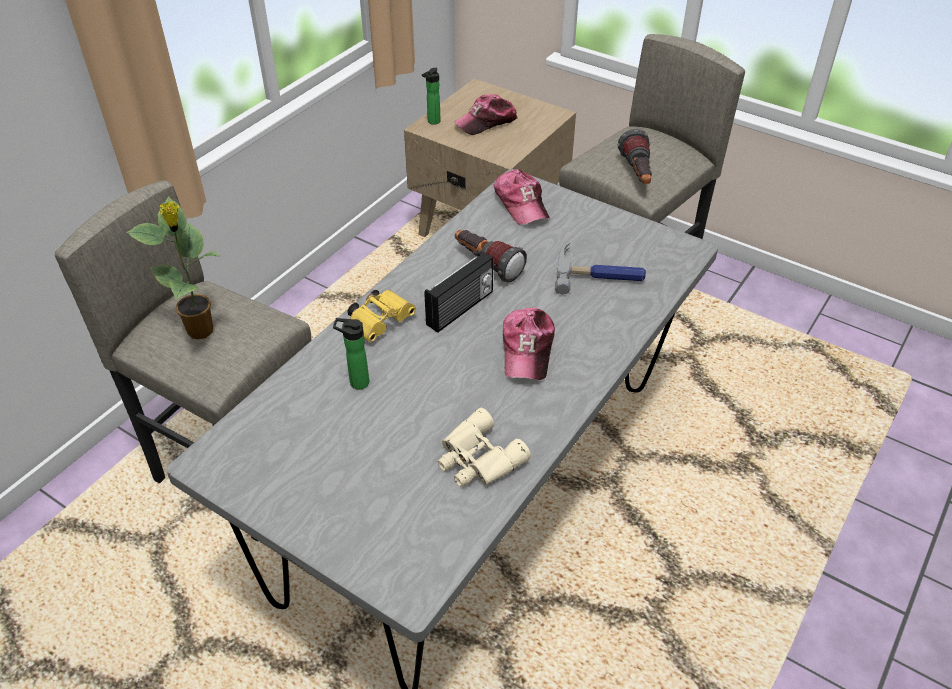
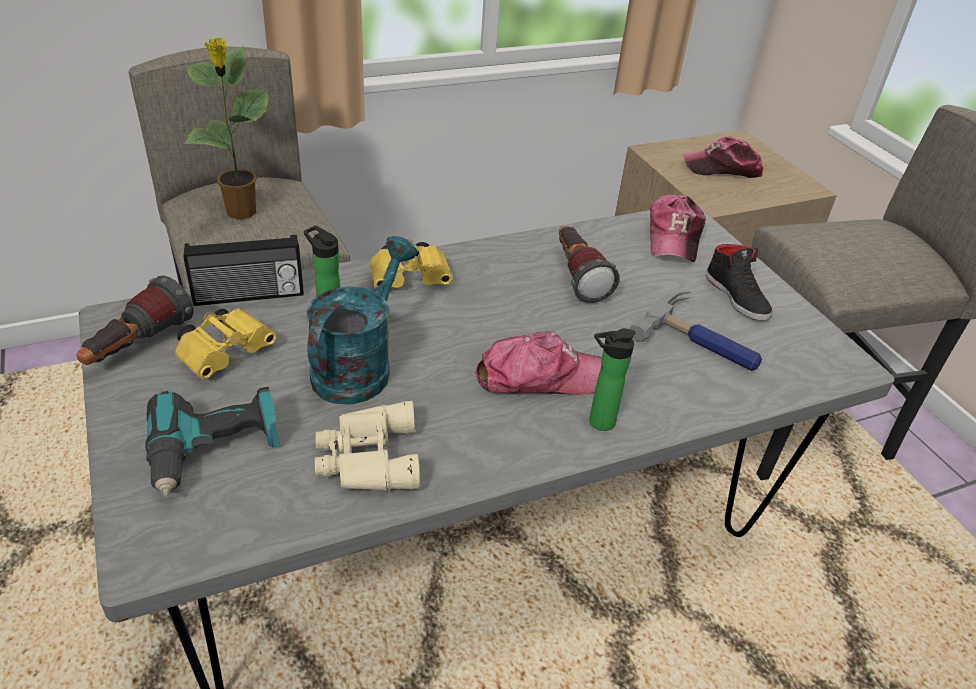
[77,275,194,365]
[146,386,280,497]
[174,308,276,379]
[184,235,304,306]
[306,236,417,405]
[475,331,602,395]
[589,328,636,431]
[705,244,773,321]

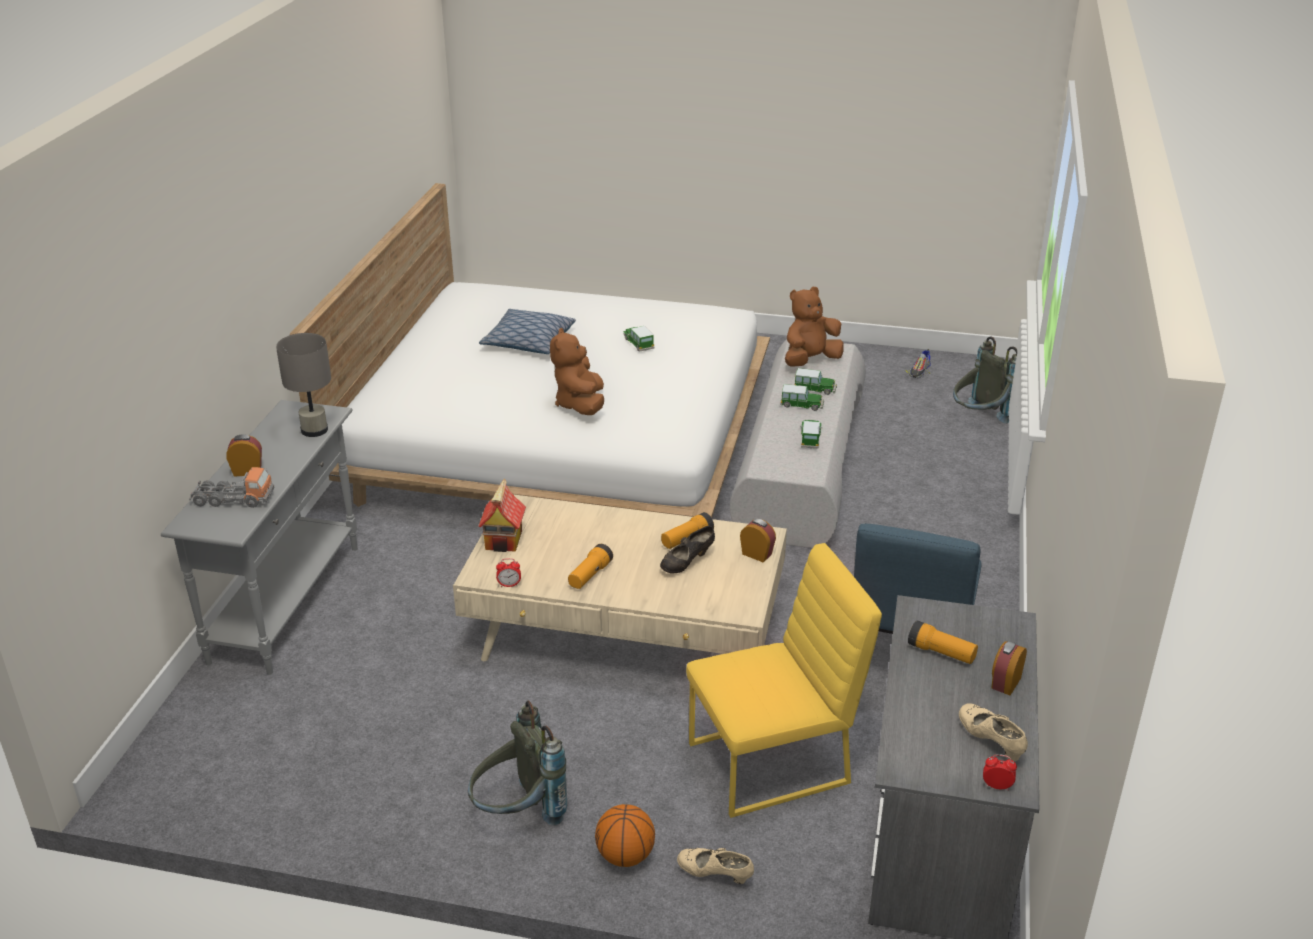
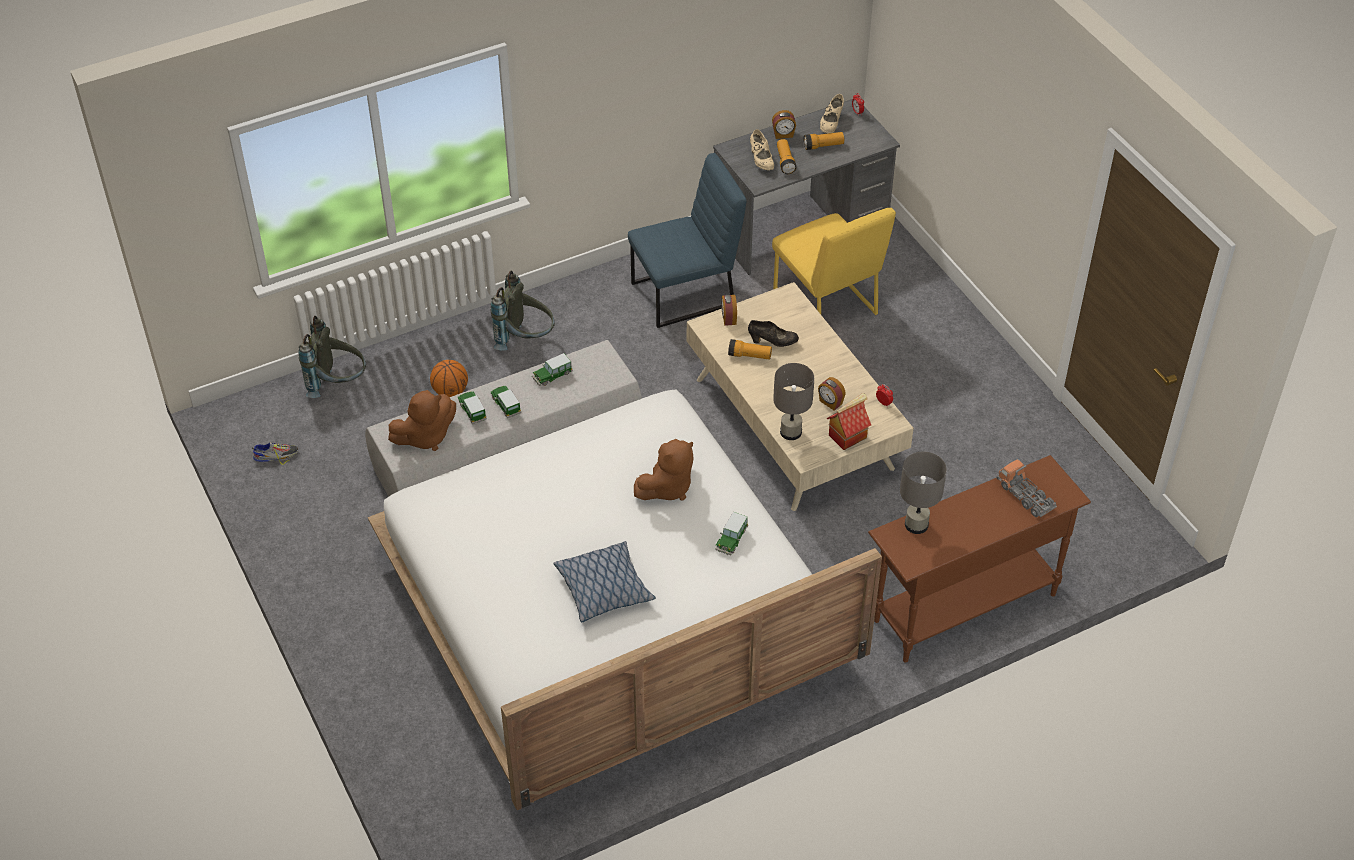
[388,390,456,451]
[430,360,468,397]
[491,271,555,351]
[715,512,748,556]
[750,129,774,170]
[772,208,896,315]
[774,363,814,440]
[804,132,844,150]
[818,377,846,410]
[868,455,1091,663]

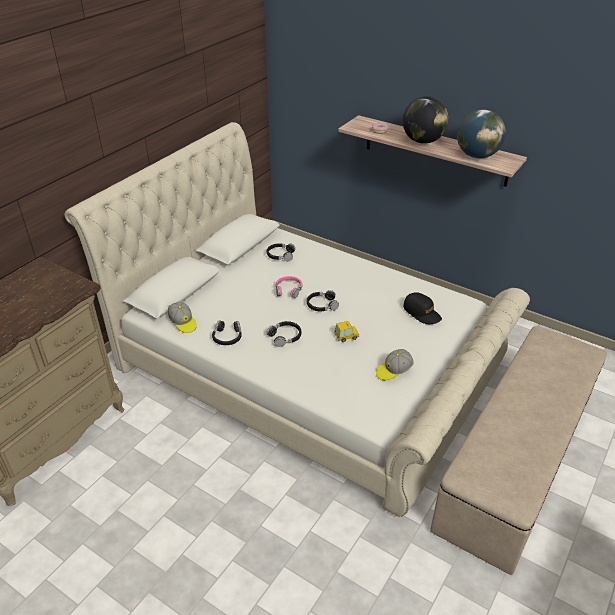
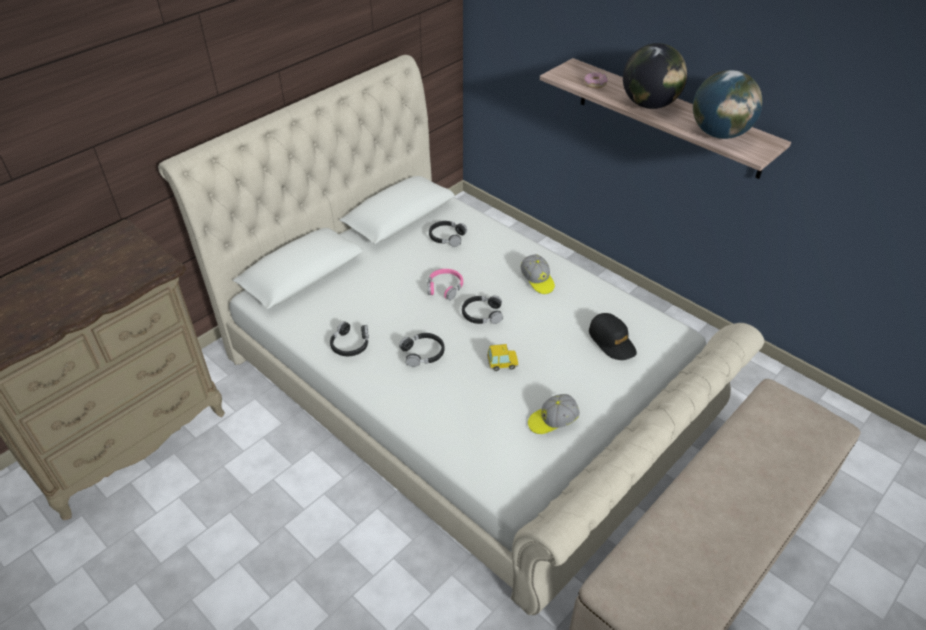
[520,254,555,294]

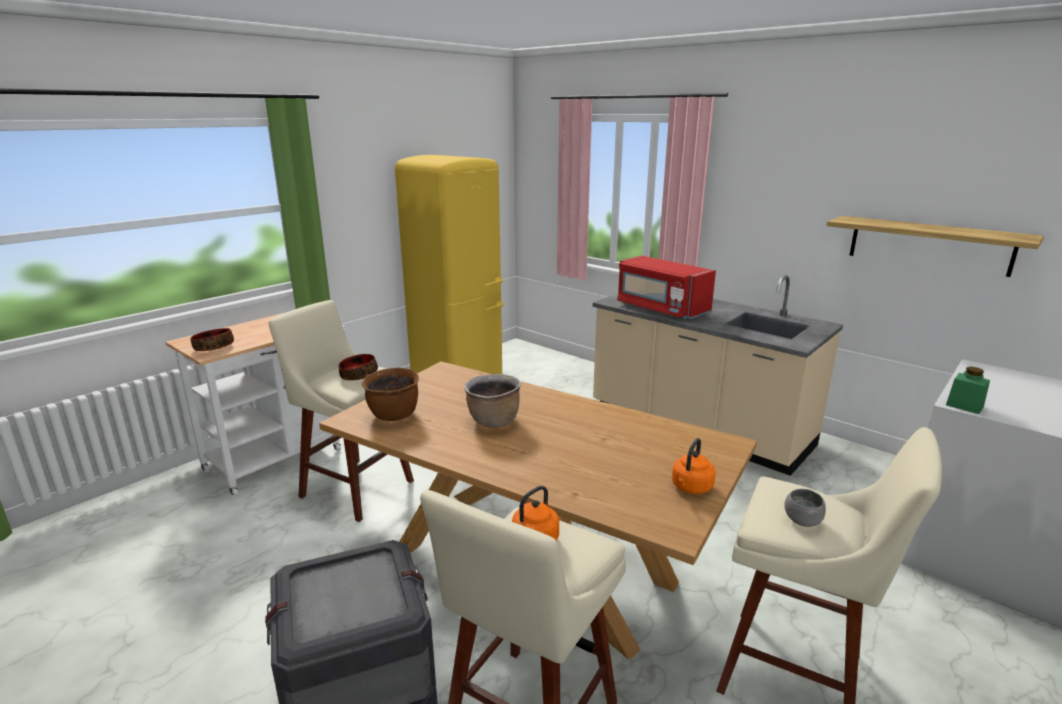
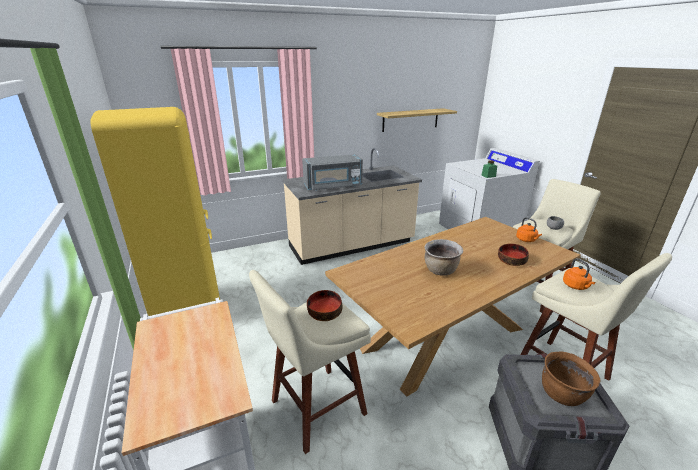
[302,154,363,191]
[498,244,529,266]
[542,352,601,406]

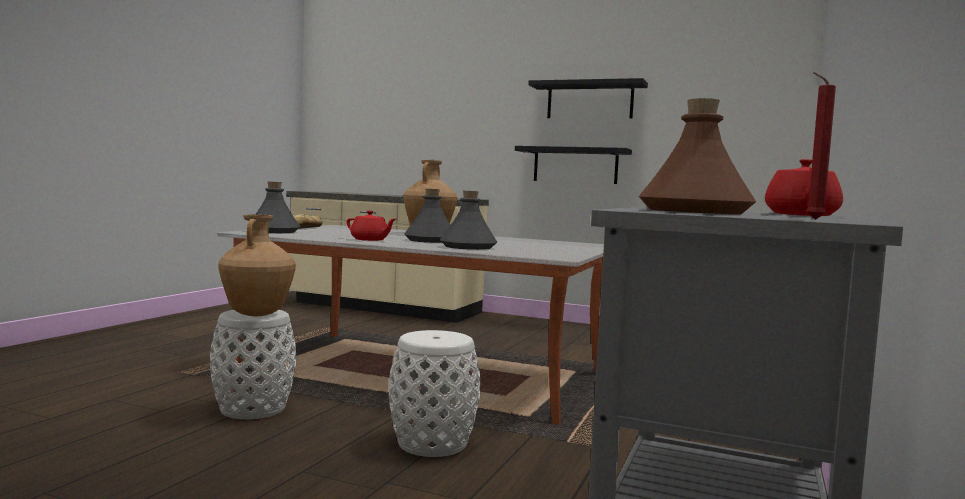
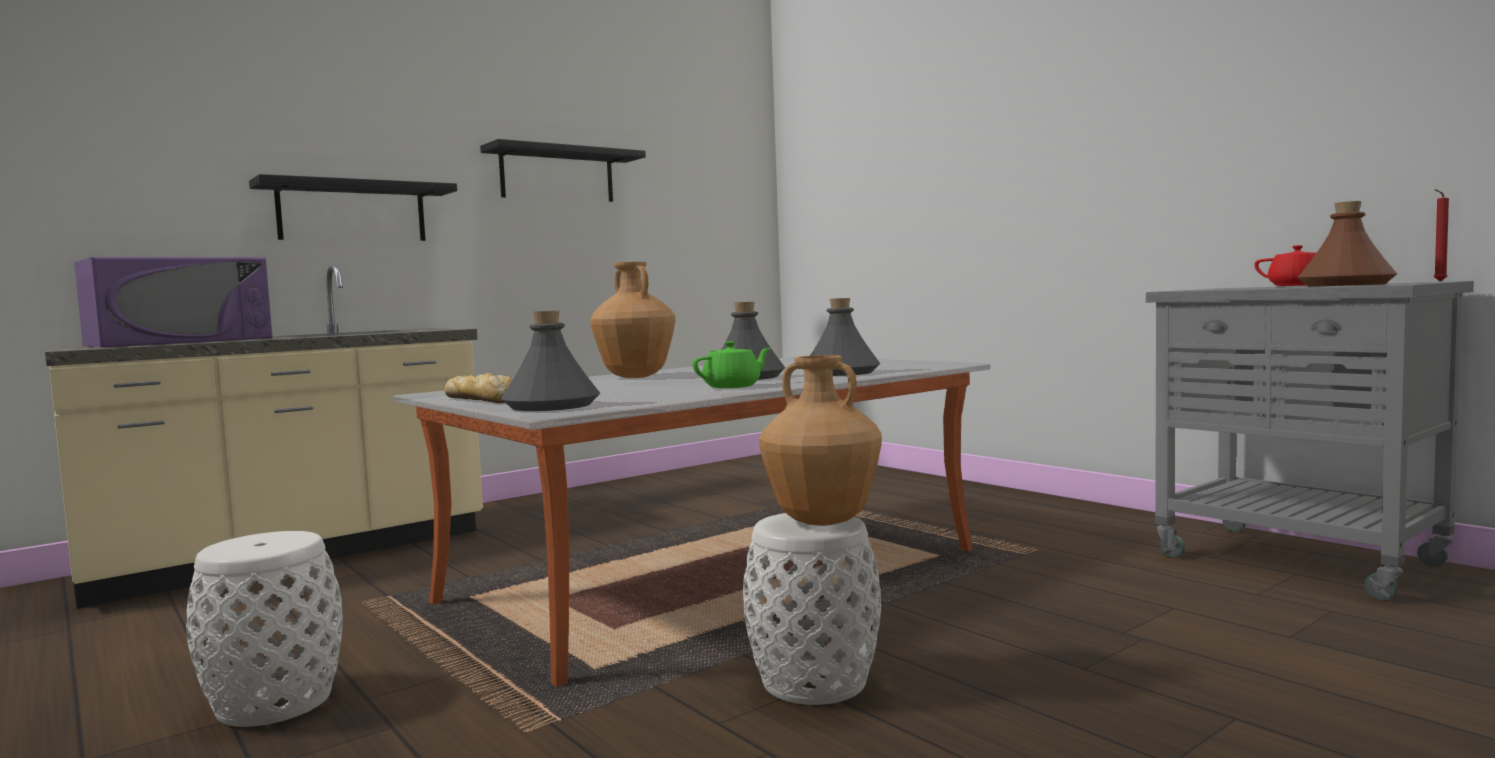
[74,257,273,348]
[186,531,343,727]
[249,174,457,241]
[693,341,771,388]

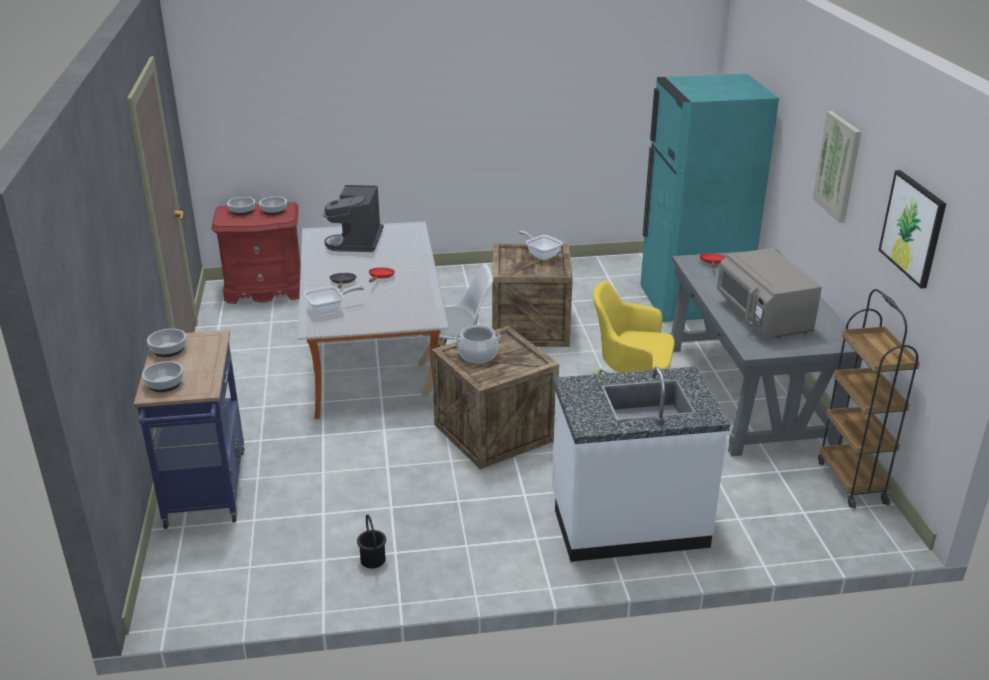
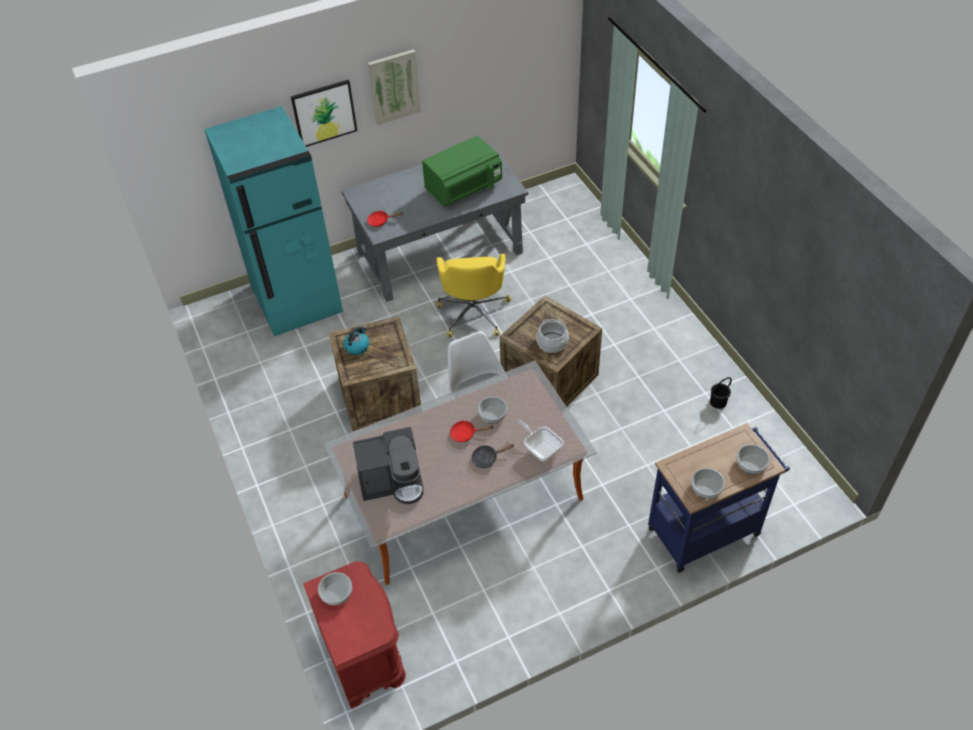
[291,80,357,147]
[343,326,369,355]
[422,136,502,207]
[478,396,508,424]
[552,367,730,562] (first image)
[818,289,920,509] (first image)

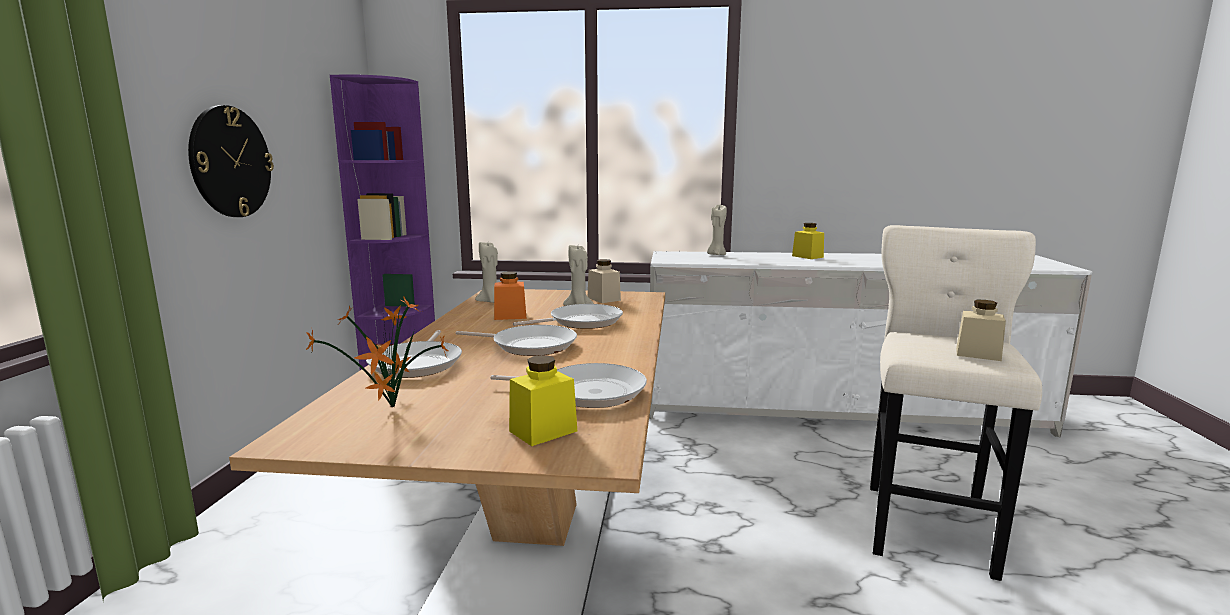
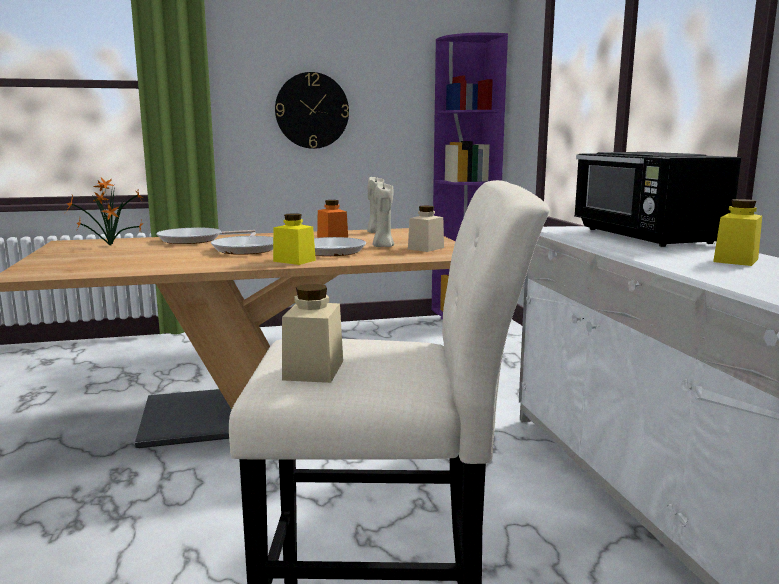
[273,213,316,265]
[574,152,741,247]
[491,363,647,408] (first image)

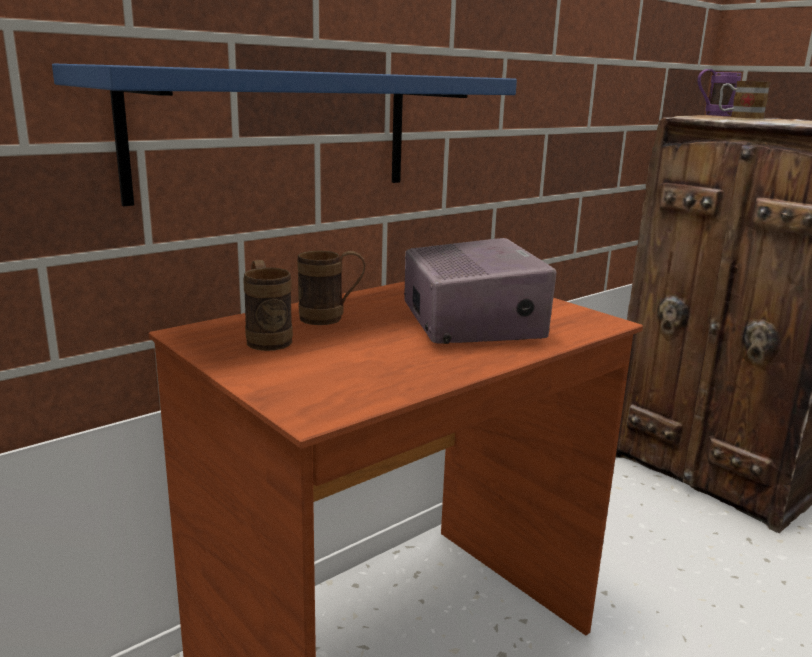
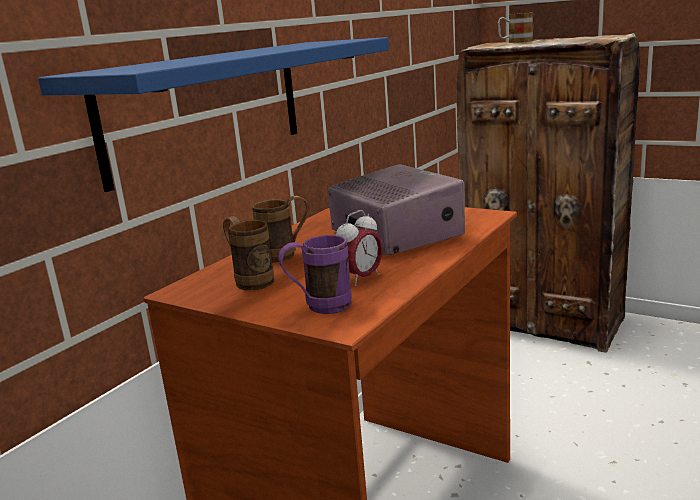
[278,235,352,314]
[336,210,383,286]

